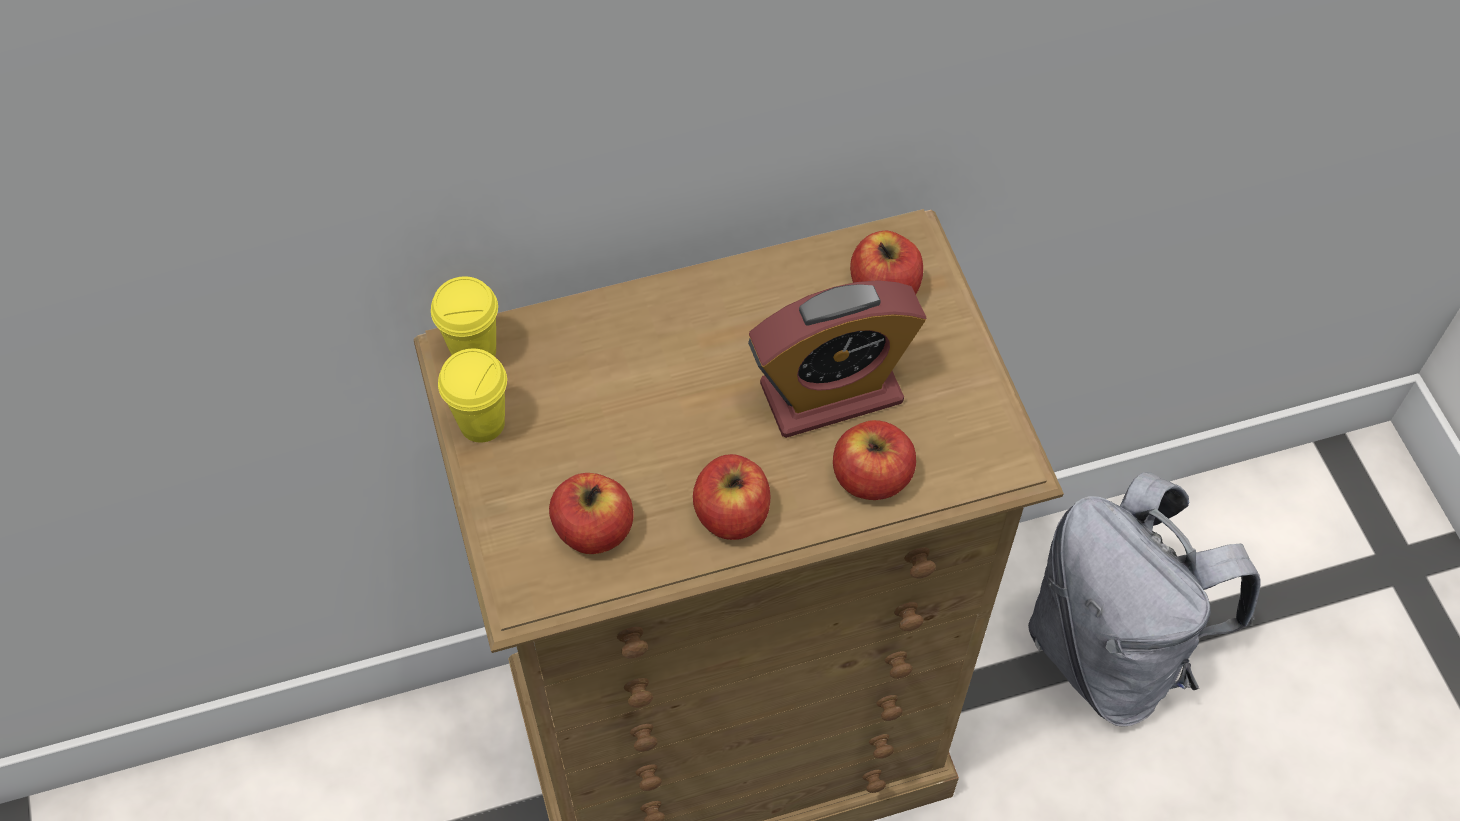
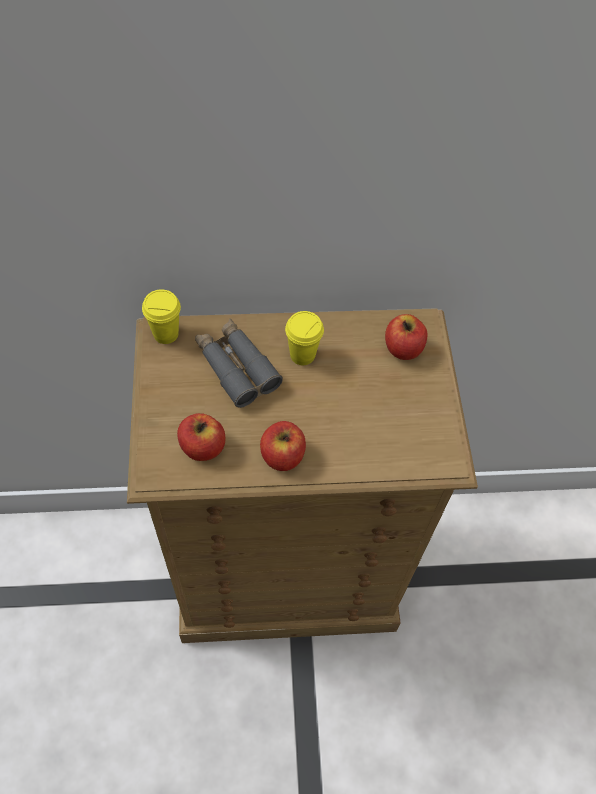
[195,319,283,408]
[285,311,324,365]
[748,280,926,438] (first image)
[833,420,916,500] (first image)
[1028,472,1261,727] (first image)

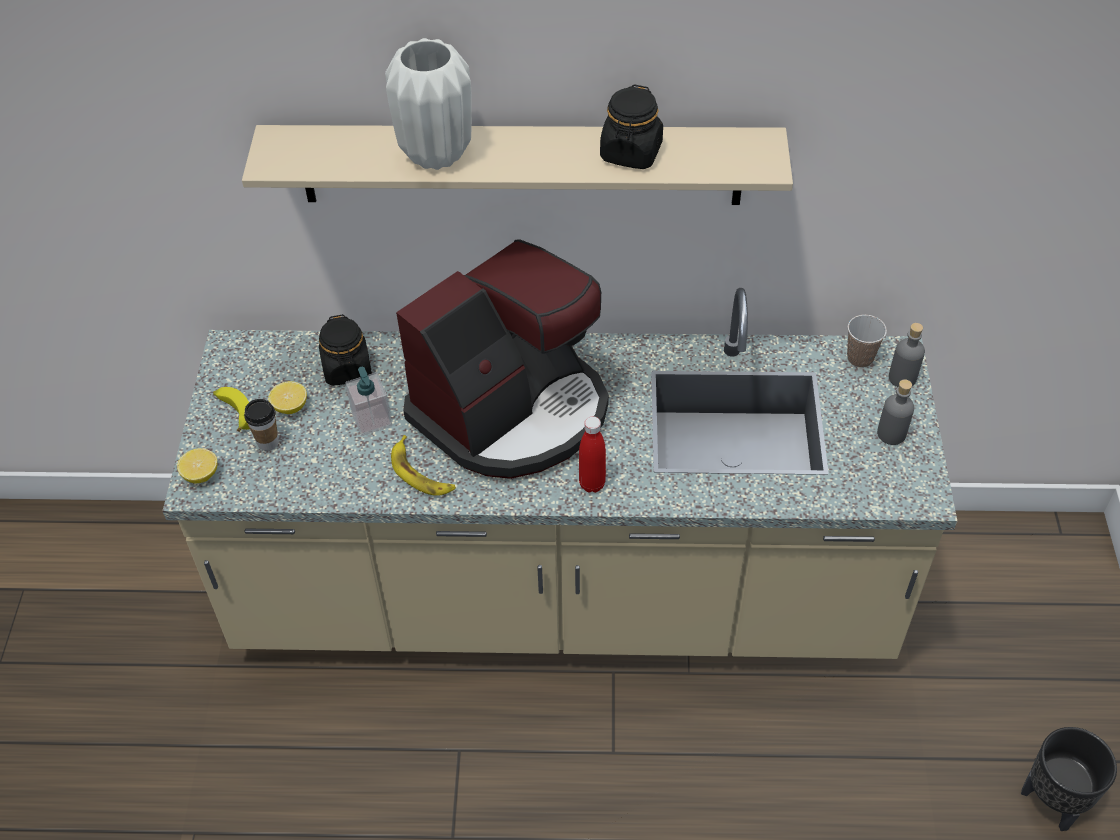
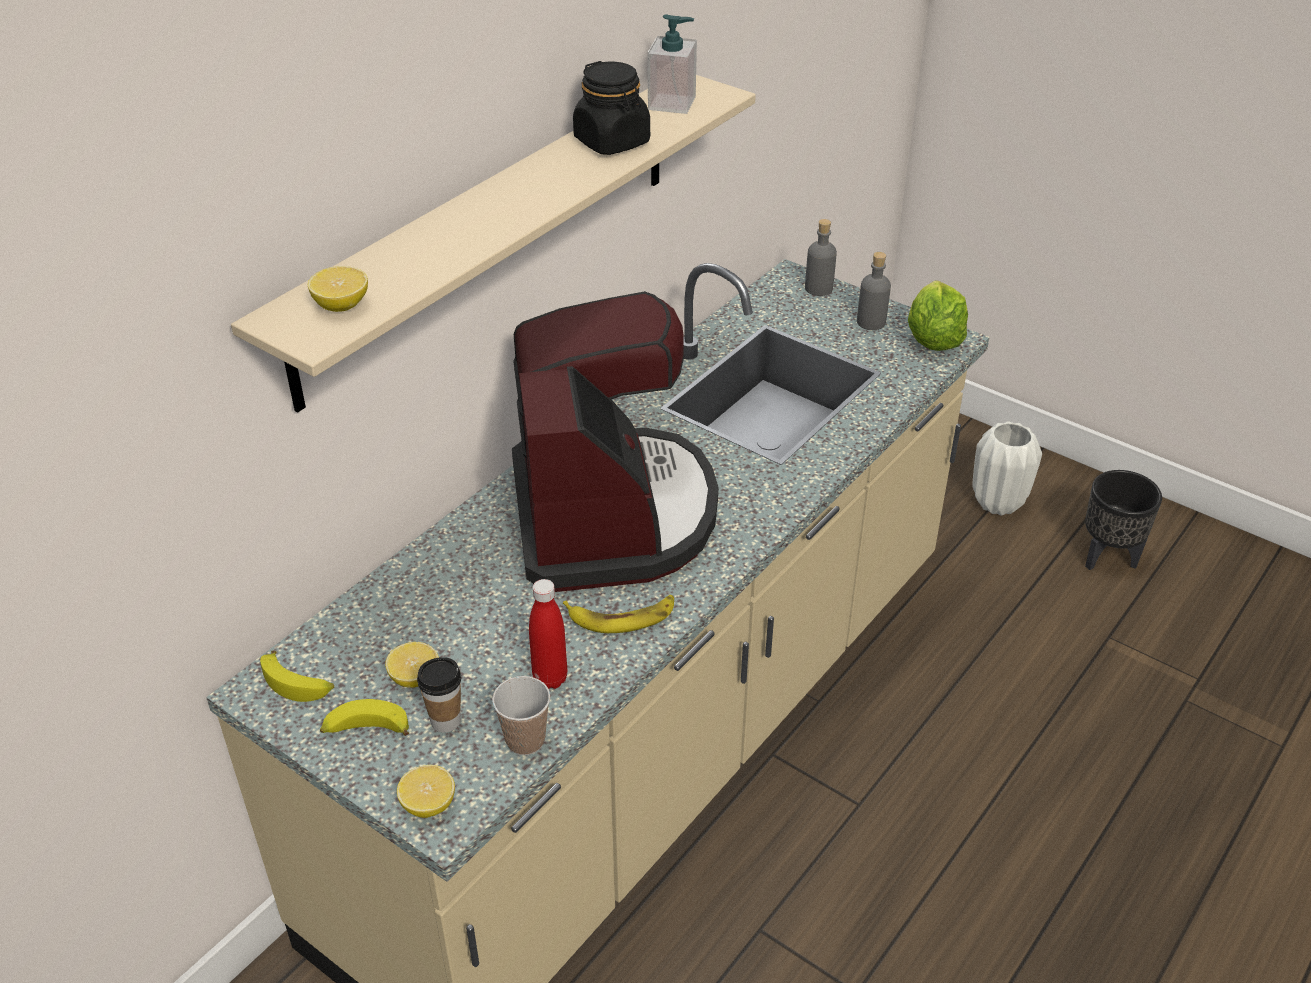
[260,650,334,702]
[308,266,368,312]
[492,676,551,755]
[529,579,567,689]
[648,14,697,114]
[908,280,968,351]
[972,421,1042,516]
[319,314,372,386] (first image)

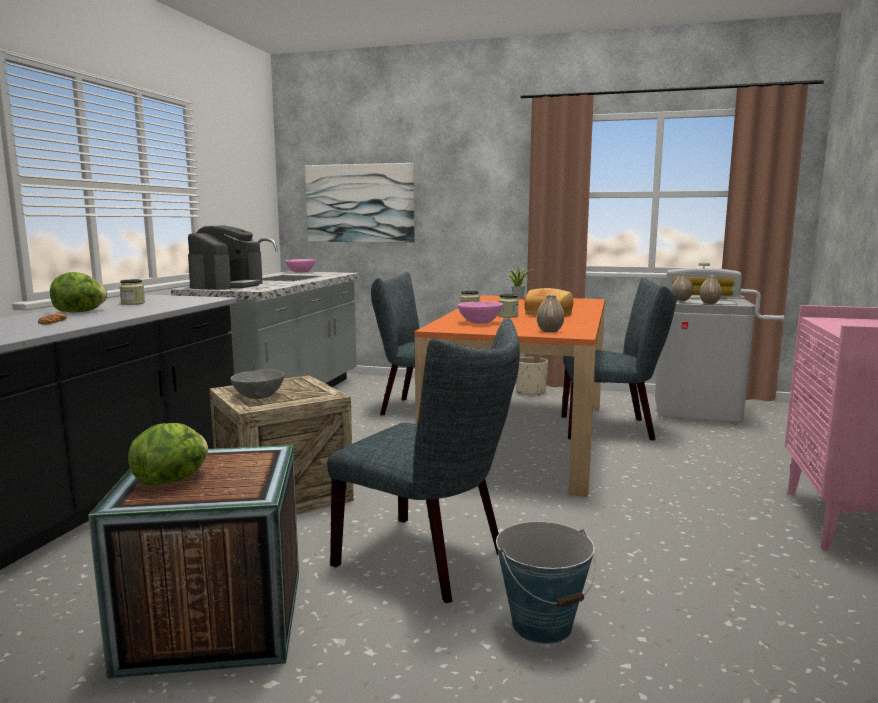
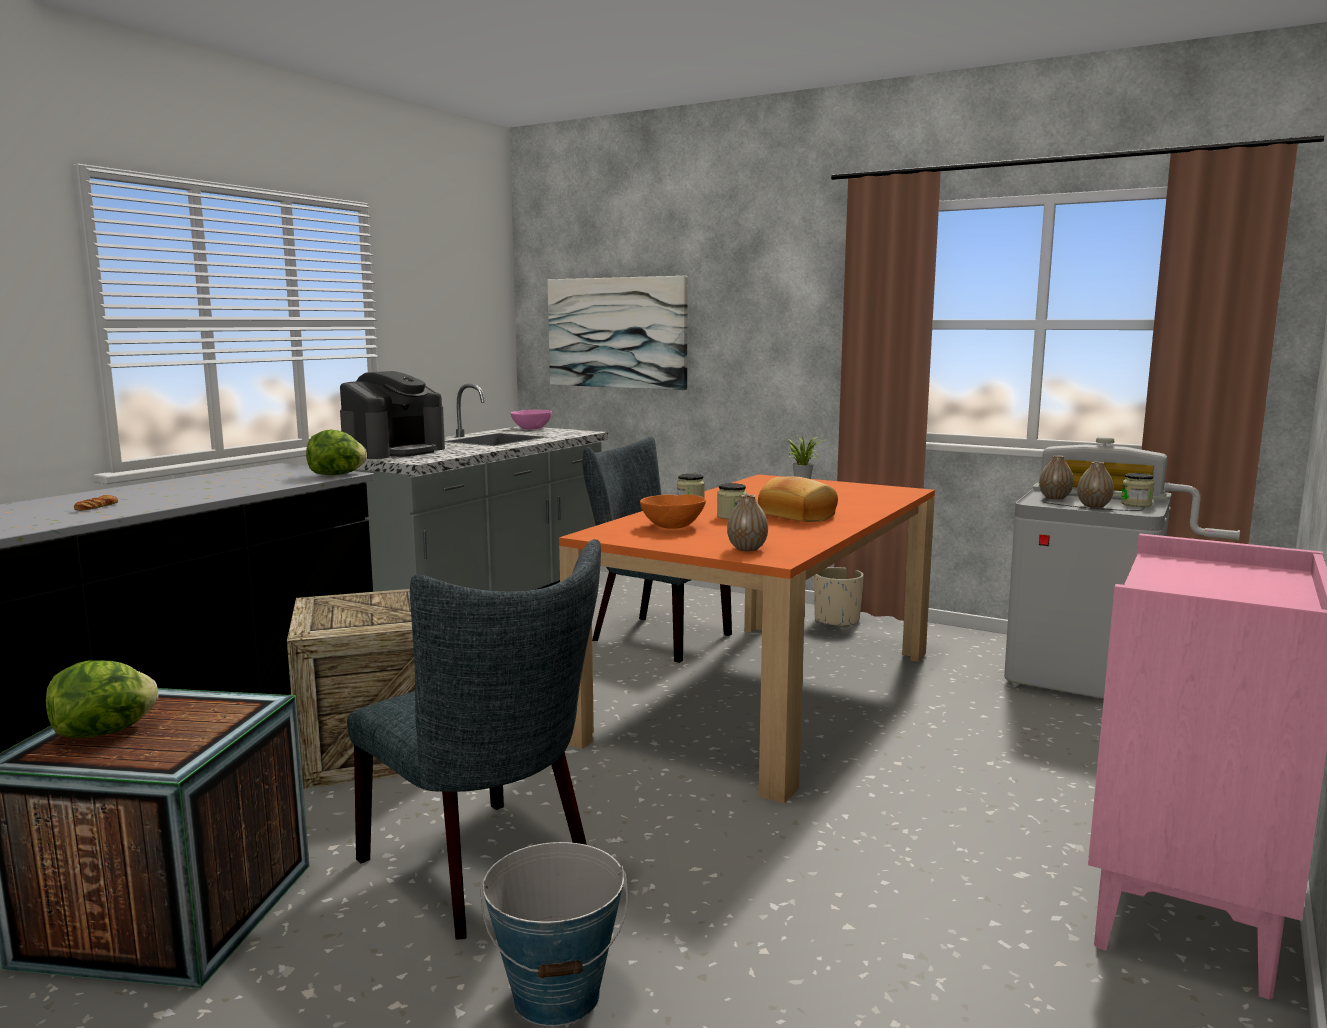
[306,430,367,475]
[640,494,706,529]
[1121,473,1154,507]
[231,369,285,399] (first image)
[561,278,677,441] (first image)

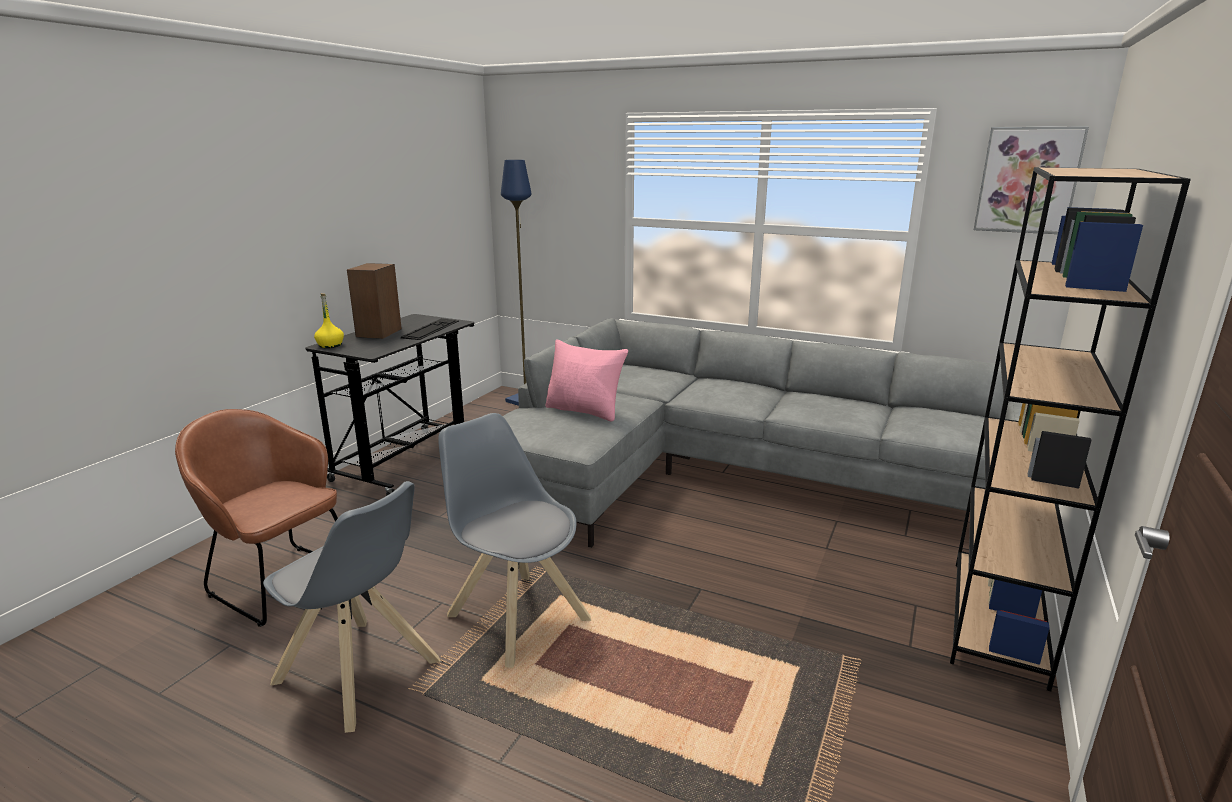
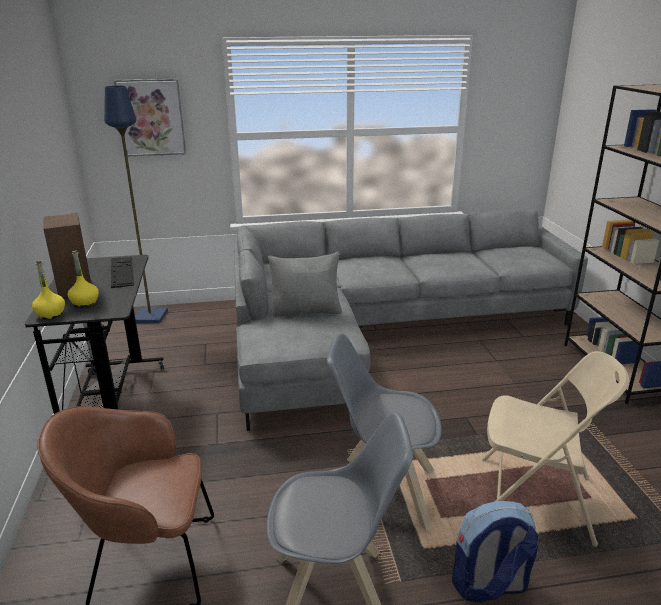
[67,250,99,307]
[114,79,186,156]
[268,252,342,317]
[452,500,538,602]
[482,351,629,547]

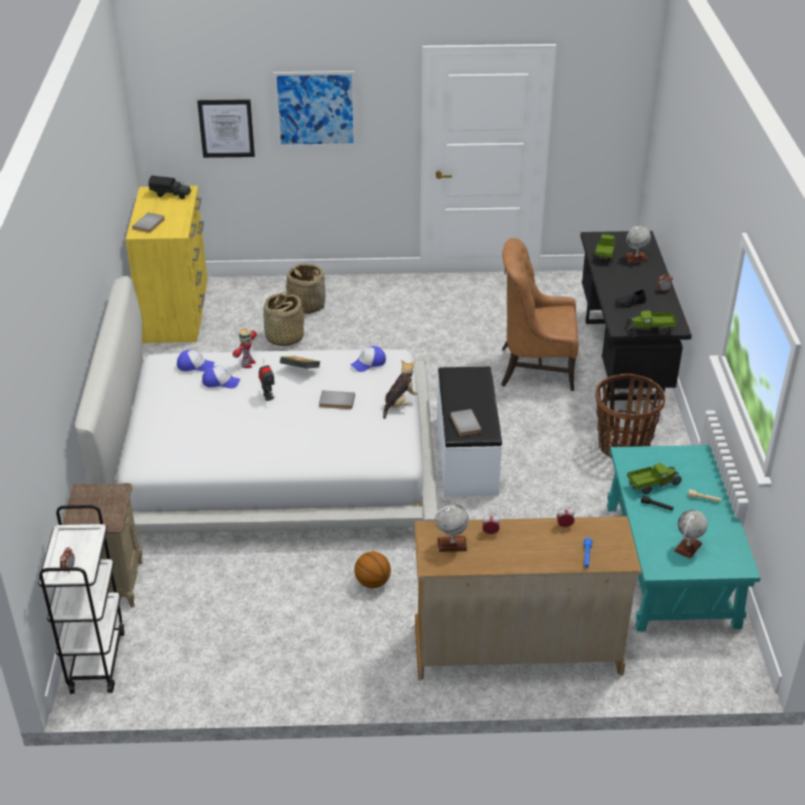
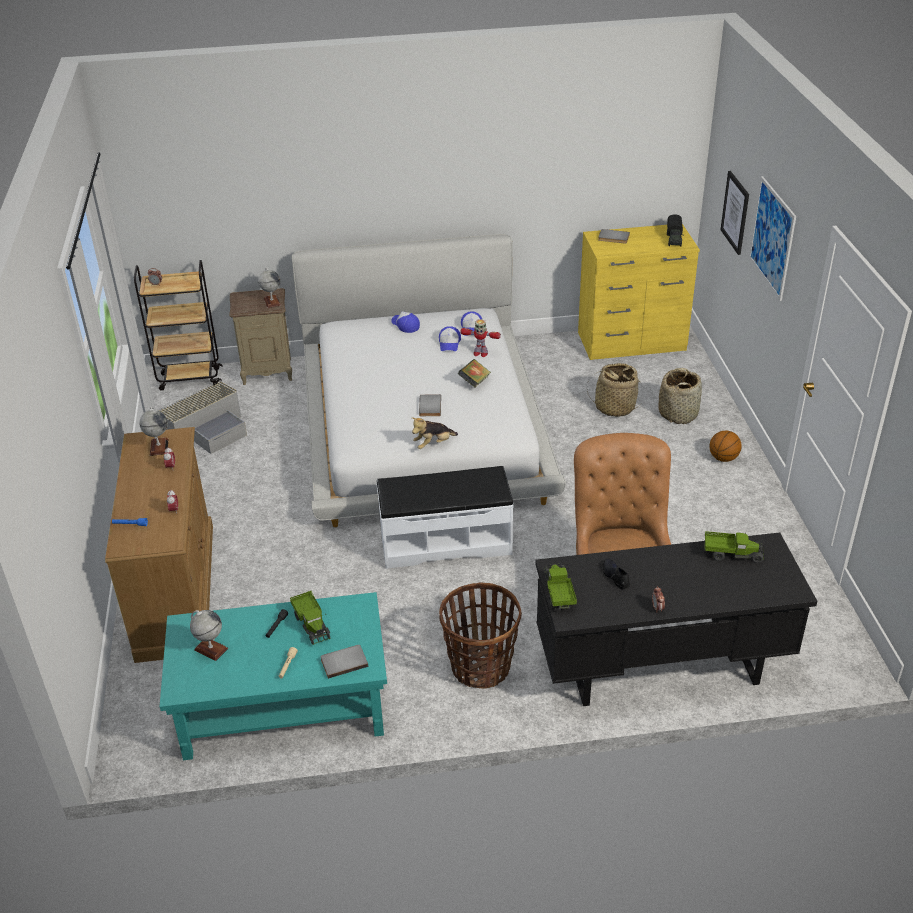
[134,260,223,391]
[159,381,247,454]
[258,268,281,308]
[321,645,368,679]
[391,311,420,333]
[412,417,458,449]
[709,430,742,462]
[259,358,274,401] (first image)

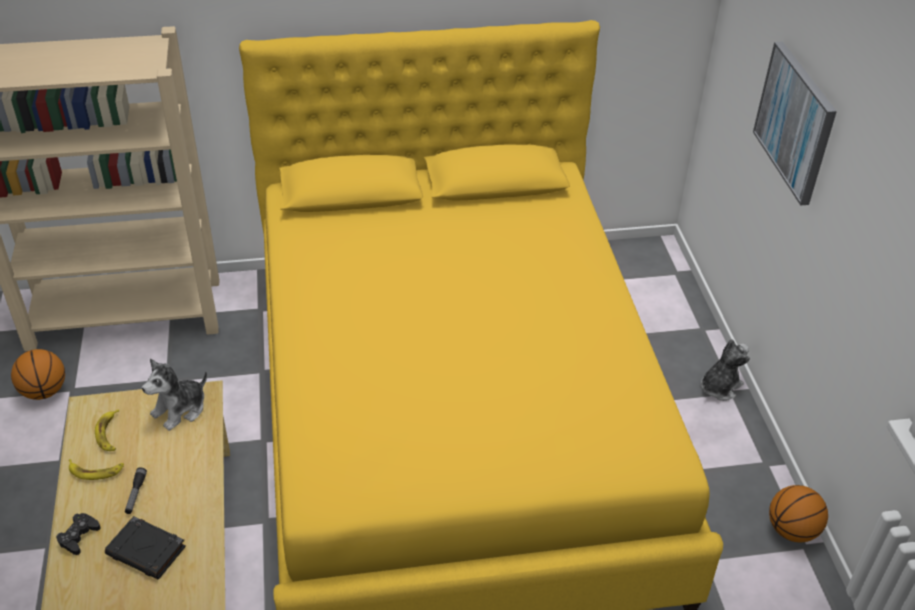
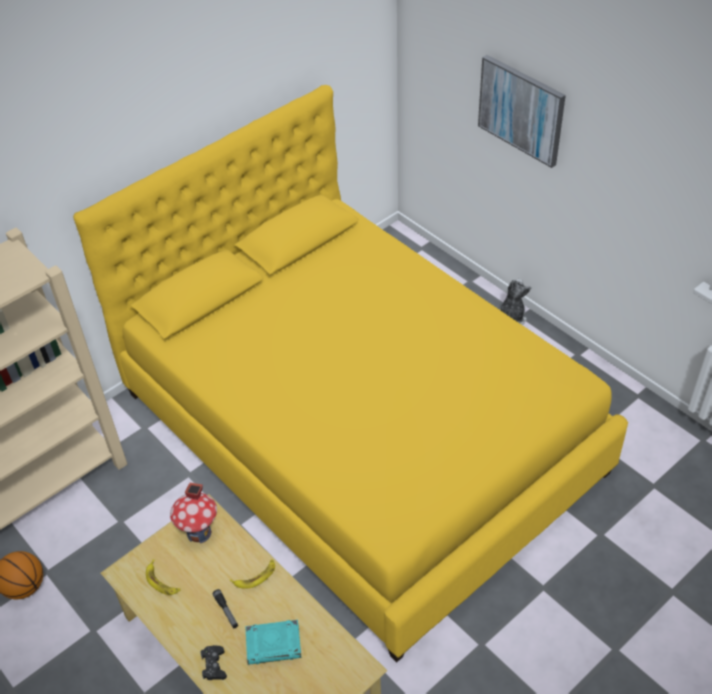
[170,483,217,543]
[229,559,275,589]
[245,620,301,665]
[769,485,828,542] (first image)

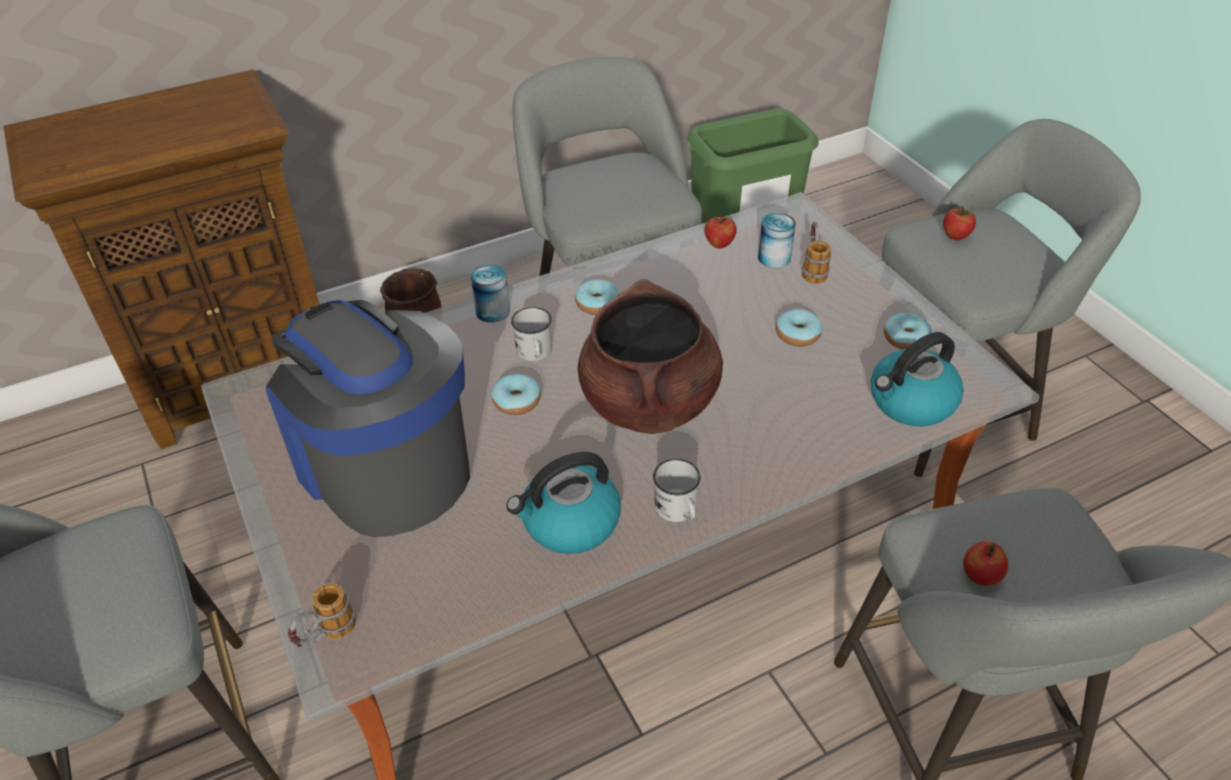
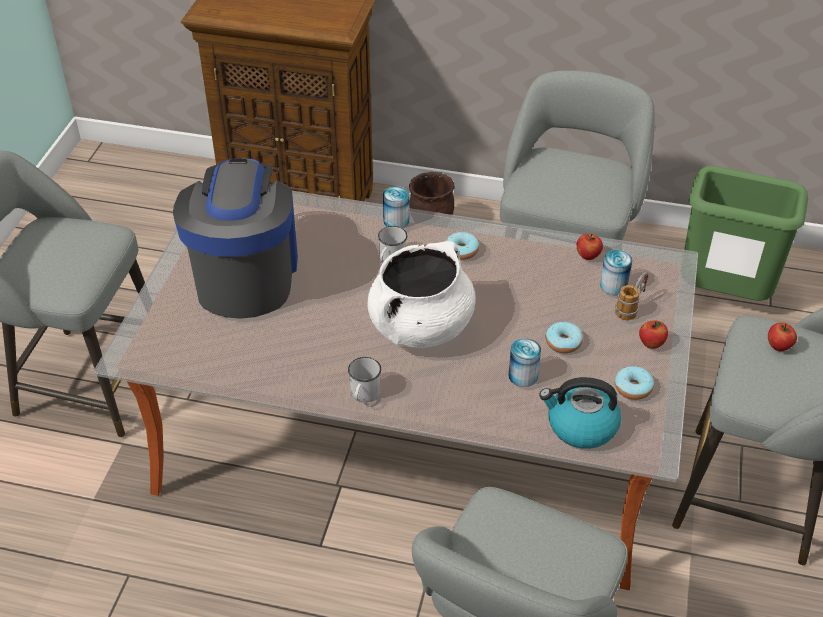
[367,241,476,348]
[508,338,541,387]
[639,320,668,349]
[288,583,356,647] (first image)
[491,374,541,415] (first image)
[506,452,621,554] (first image)

